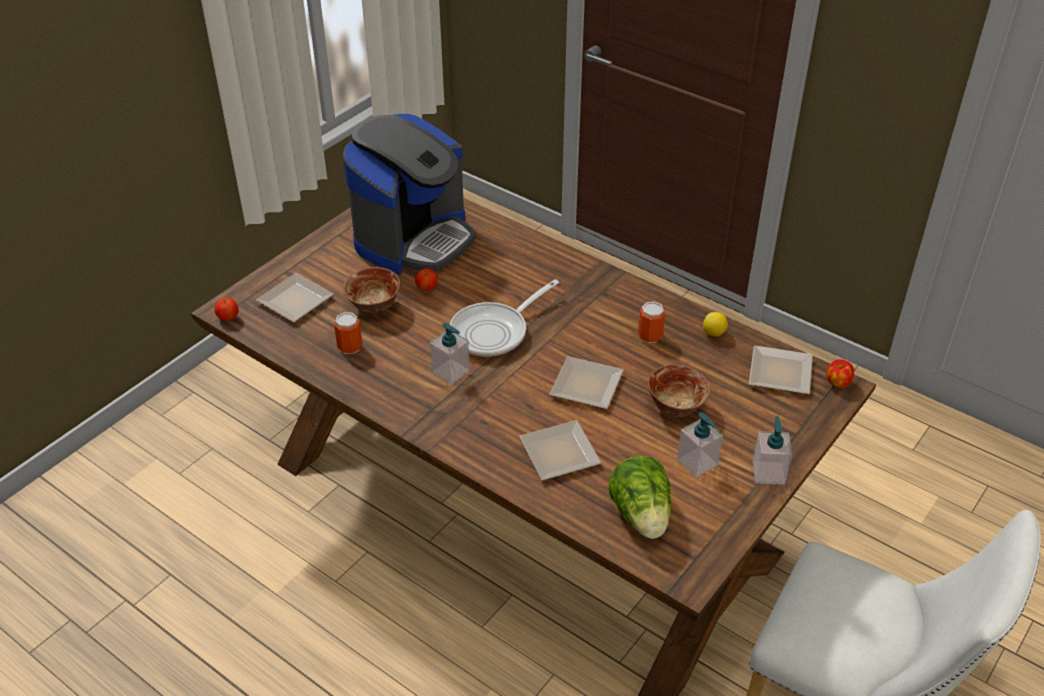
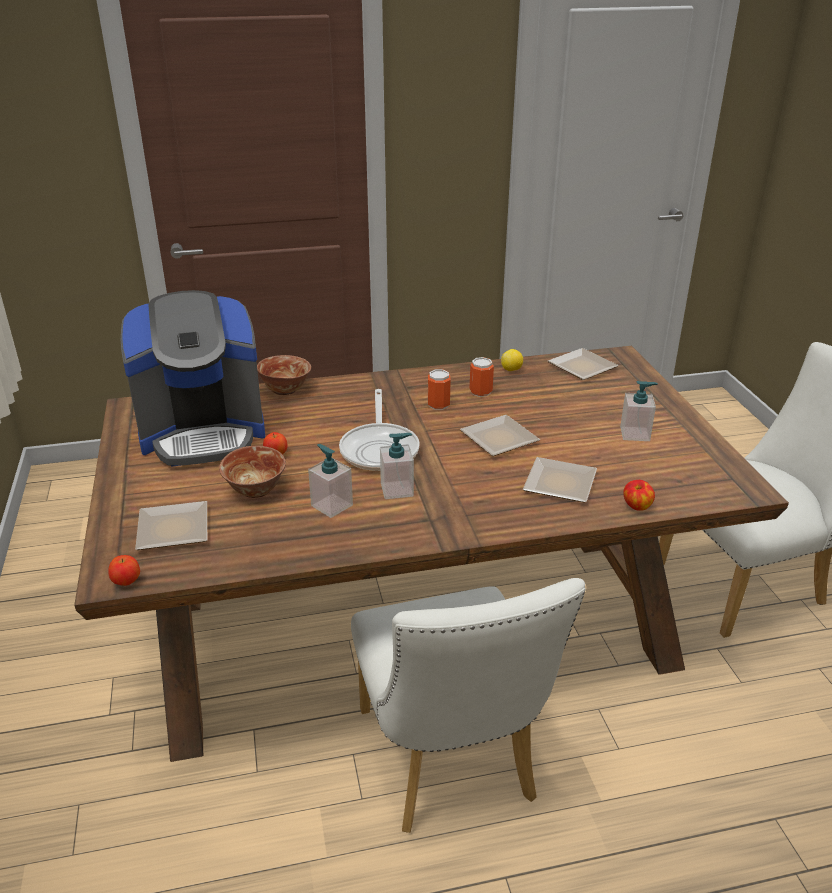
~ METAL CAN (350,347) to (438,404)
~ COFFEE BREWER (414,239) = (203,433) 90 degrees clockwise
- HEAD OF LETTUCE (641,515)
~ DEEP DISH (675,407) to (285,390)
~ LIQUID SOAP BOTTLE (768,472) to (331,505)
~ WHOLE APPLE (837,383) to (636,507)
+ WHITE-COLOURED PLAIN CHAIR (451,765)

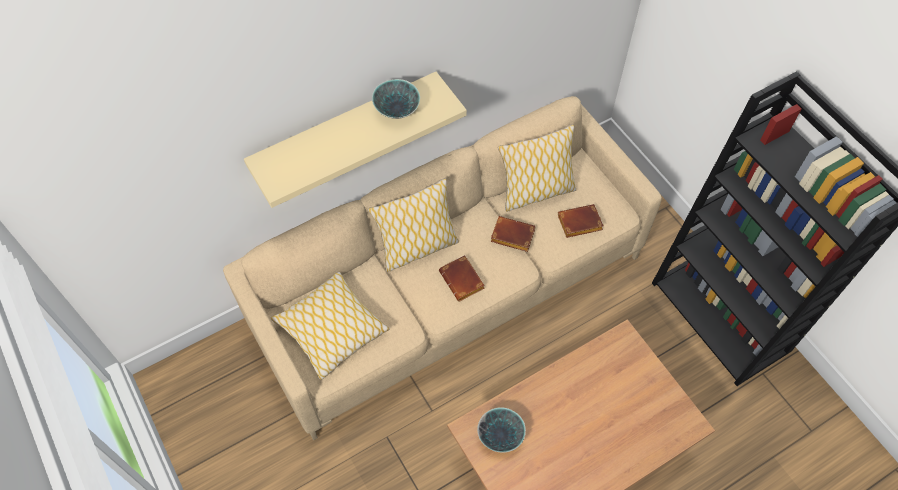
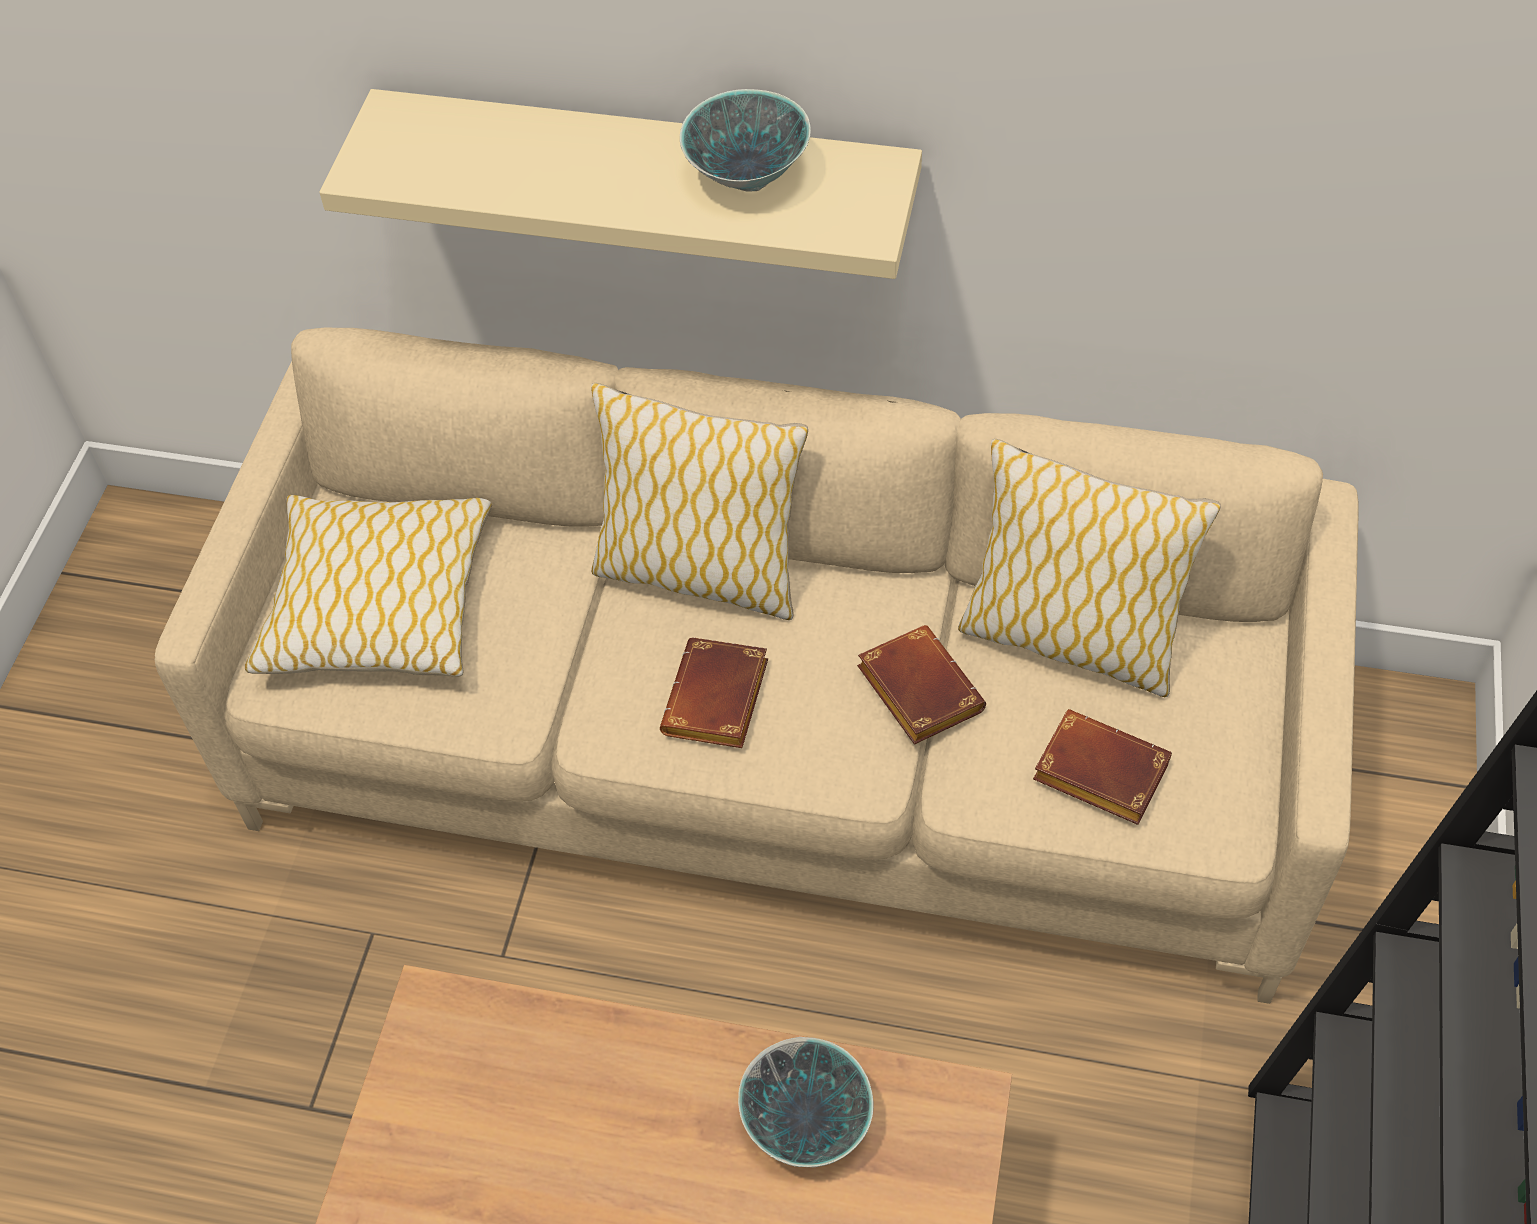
~ DEEP DISH (501,436) to (806,1122)

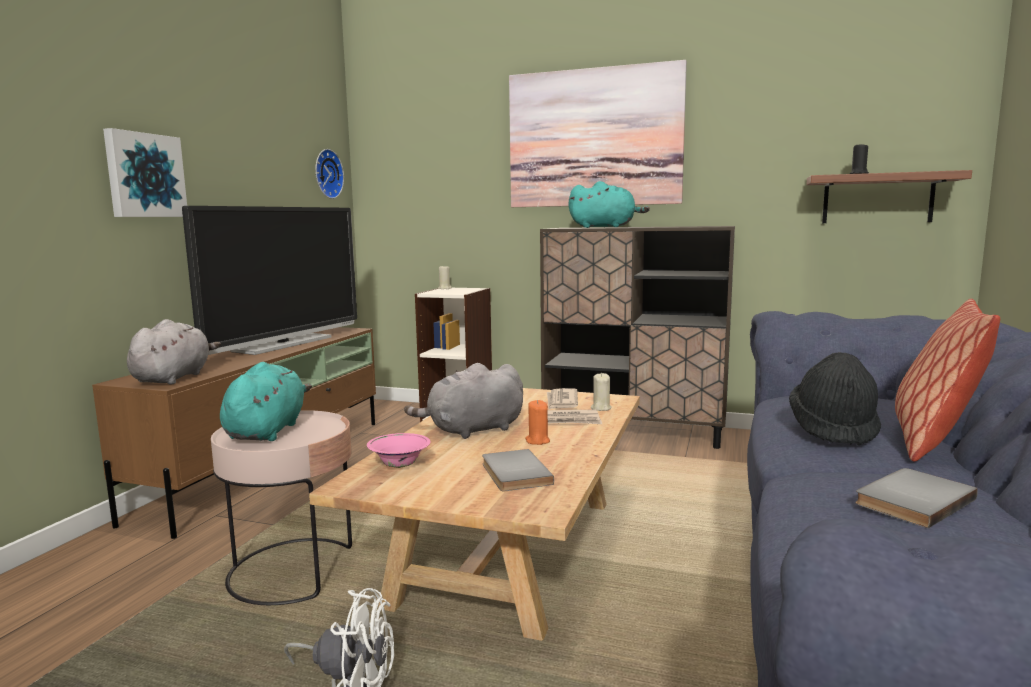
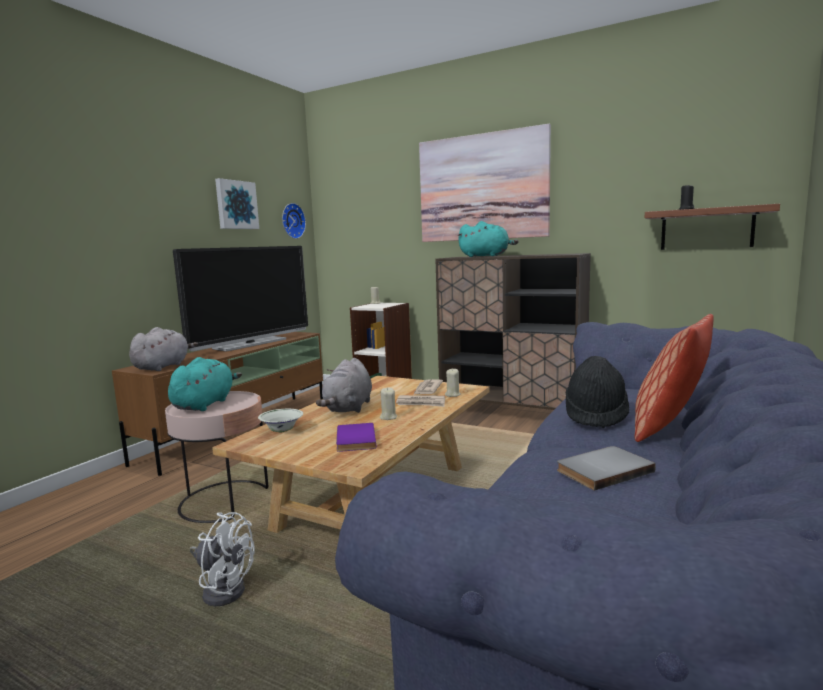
~ WALL PICTURE (144,175) to (236,205)
~ PINK DEEP DISH (399,466) to WHITE-COLOURED DEEP DISH (282,431)
~ GRAY SOFT TOY (472,430) = (348,408) 60 degrees counterclockwise
~ GRAY BOUND BOOK (513,473) to PURPLE-COLOURED BOUND BOOK (354,439)
~ ORANGE-COLOURED CANDLE (537,441) to BEIGE CANDLE (388,417)

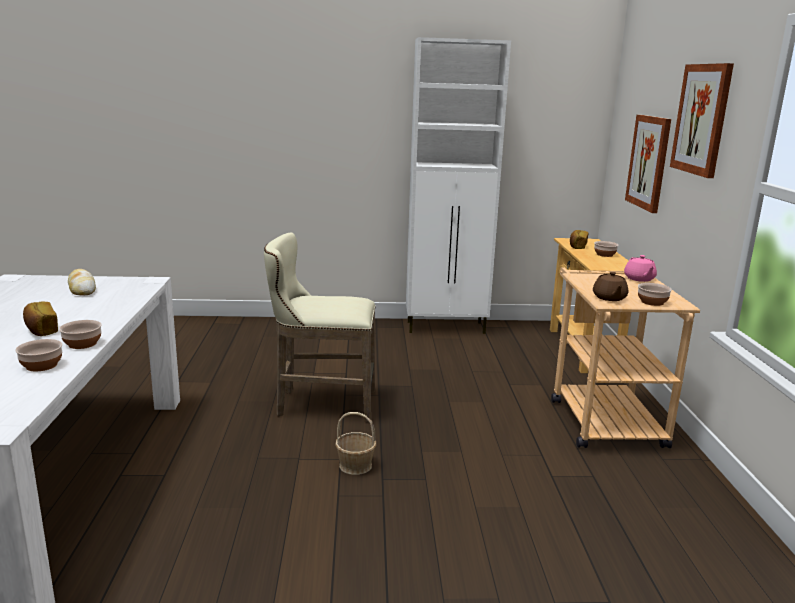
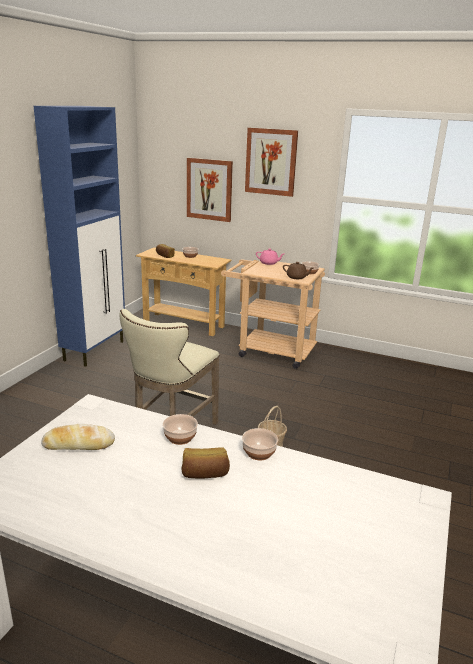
~ DEEP DISH (41,365) to (179,438)
~ WHITE-COLOURED CABINET (447,327) to BLUISH CABINET (95,350)

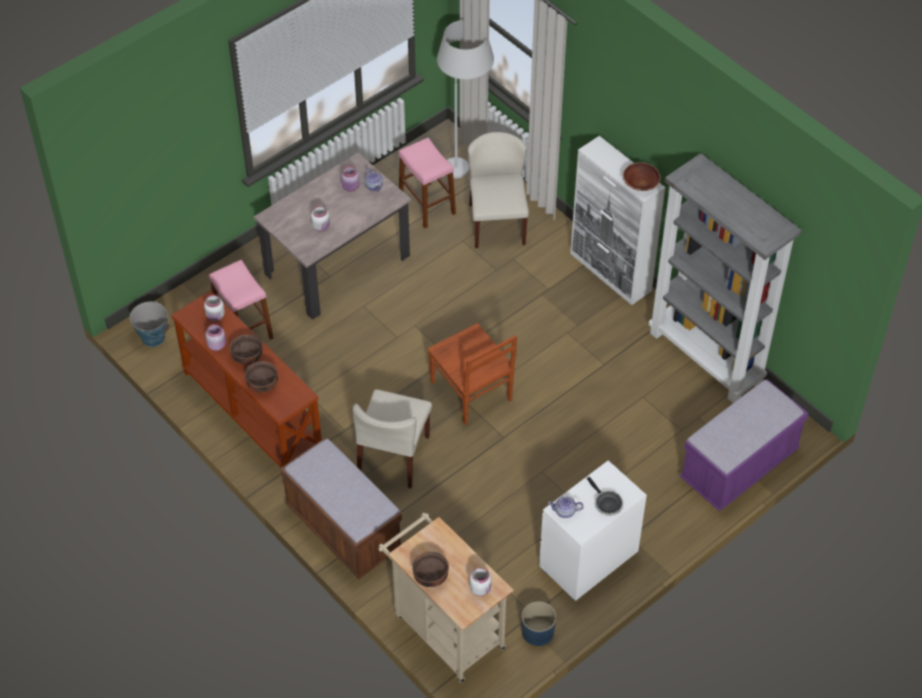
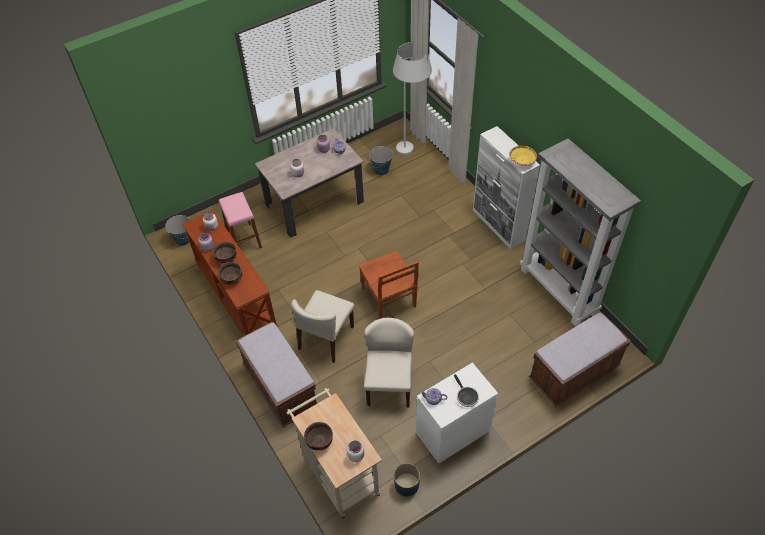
~ PINK STOOL SEAT (427,205) to WATER BUCKET (381,170)
~ BEIGE PLAIN CHAIR (497,224) to (389,384)
~ BROWN DEEP DISH (640,184) to YELLOWISH DEEP DISH (522,161)
~ PURPLE-COLOURED INDOOR BENCH (738,466) to BROWN INDOOR BENCH (574,373)

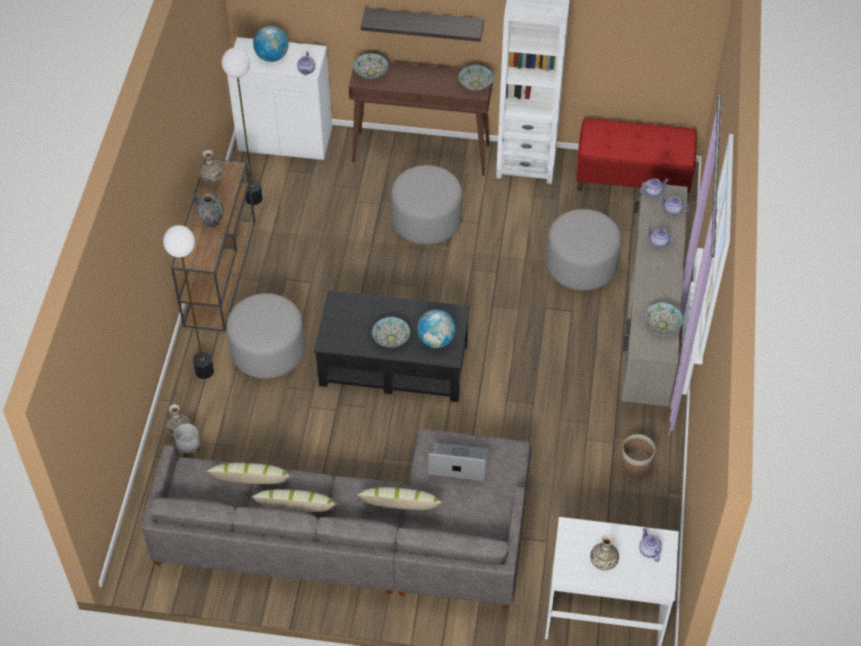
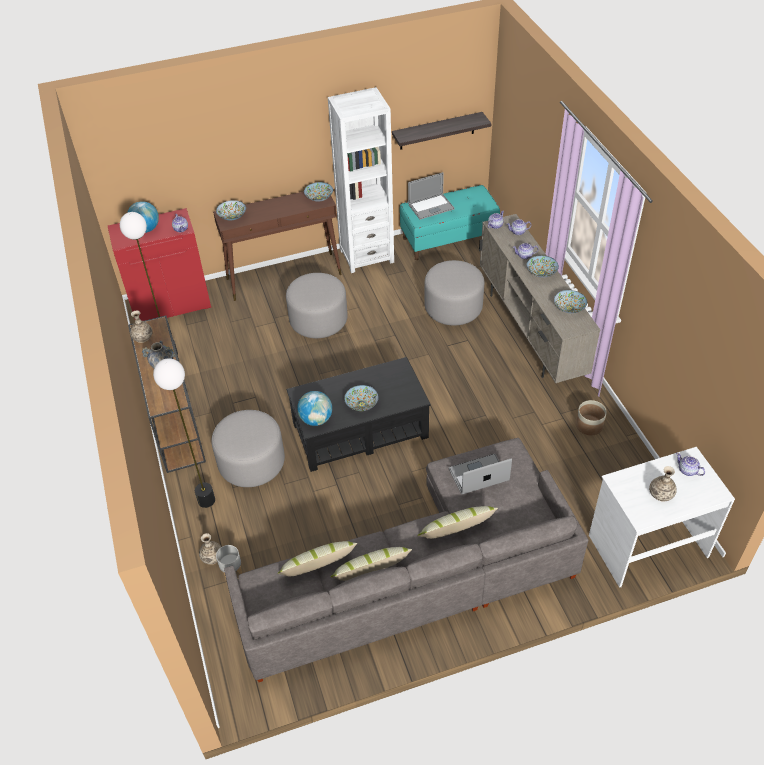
~ WHITE-COLOURED CABINET (286,139) to RED-COLOURED CABINET (171,304)
~ BRACKET SHELF (424,23) to (437,131)
~ GLOBE (436,340) to (316,419)
~ RED-COLOURED INDOOR BENCH (632,178) to TURQUOISE-COLOURED INDOOR BENCH (448,239)
+ PORTABLE COMPUTER (431,207)
+ DEEP DISH (541,273)

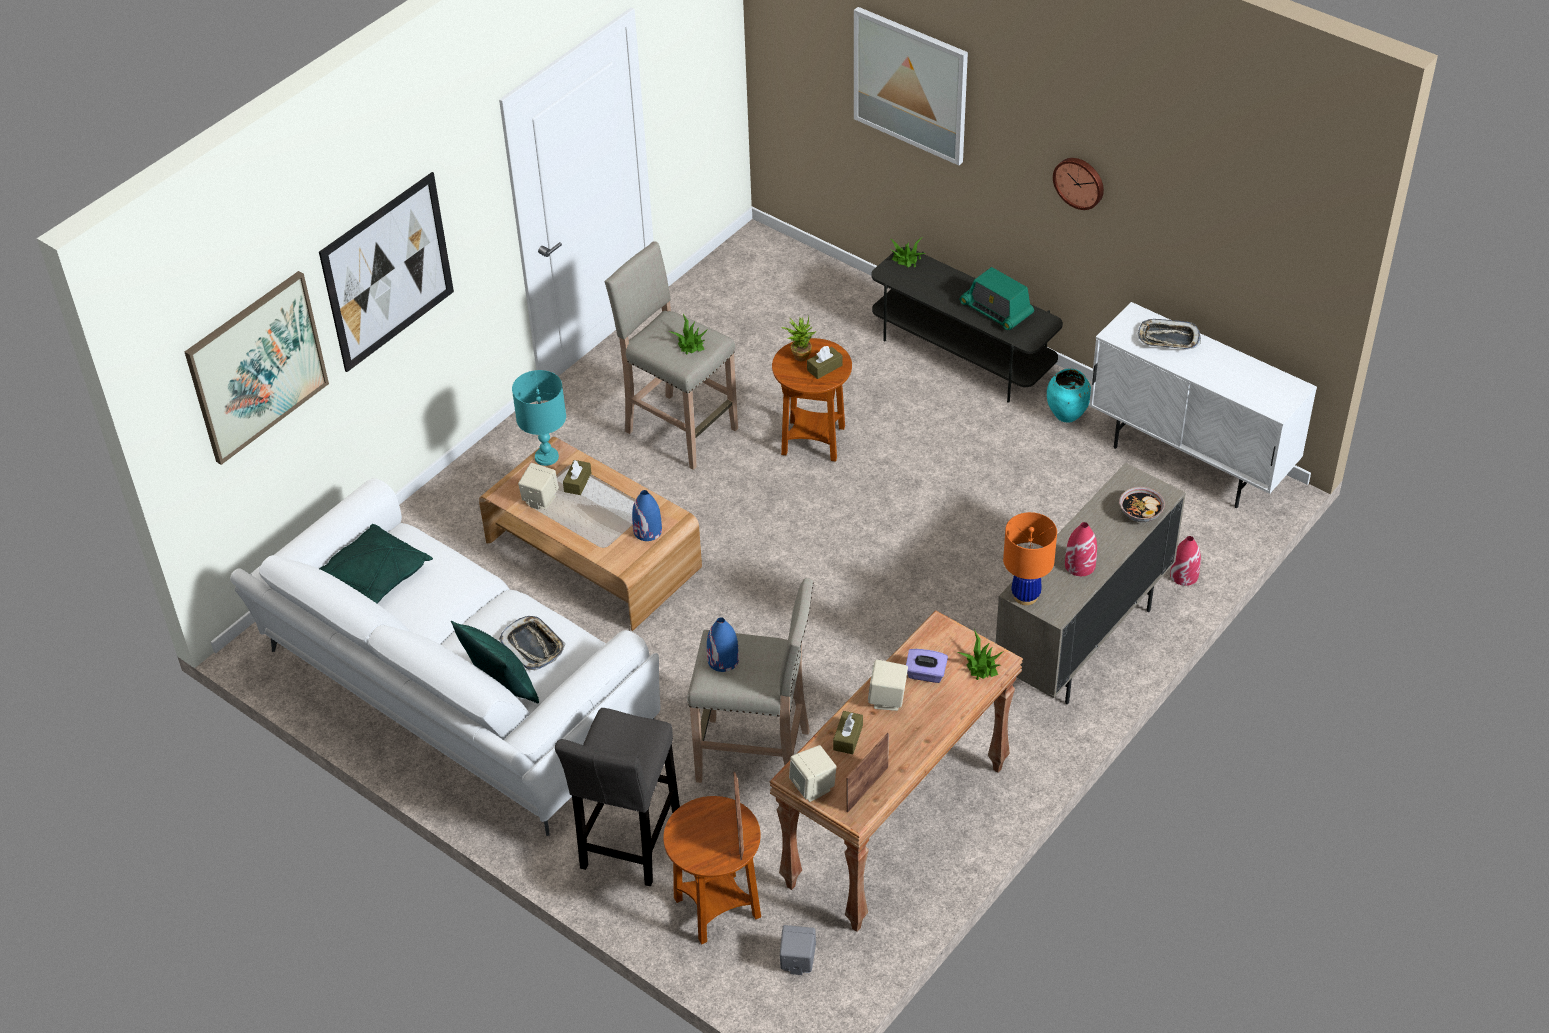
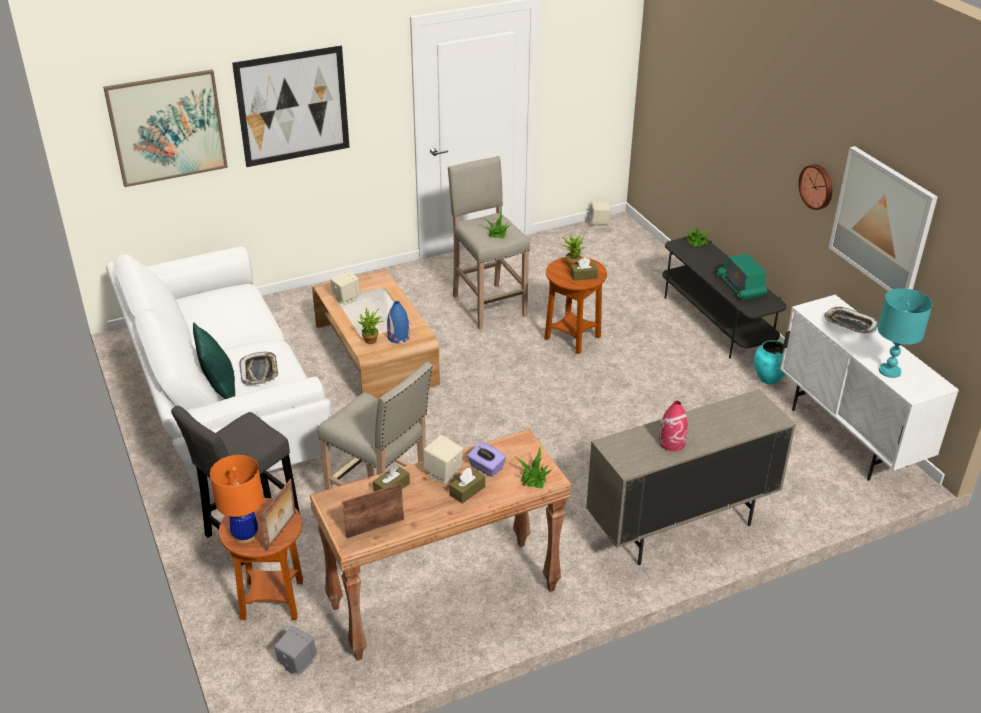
- GREEN-COLOURED CUSHION (376,575)
~ TURQUOISE-COLOURED TABLE LAMP (546,456) to (889,371)
~ BROWN BOX OF TISSUES (577,482) to (467,491)
- BLUISH FLOWER VASE (723,660)
~ BEIGE LOUDSPEAKER (813,787) to (599,224)
~ WALL PICTURE (910,85) to (881,223)
~ ORANGE-COLOURED TABLE LAMP (1026,596) to (245,535)
- DEEP DISH (1140,513)
- RED-COLOURED FLOWER VASE (1184,575)
+ HOUSEPLANT (371,342)

